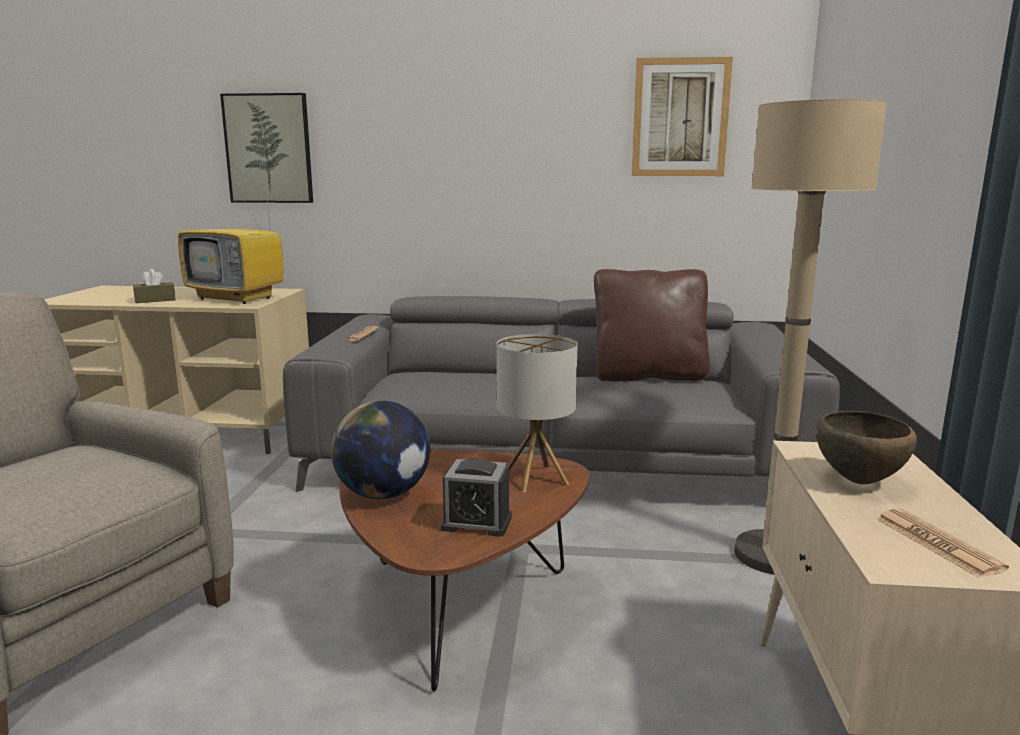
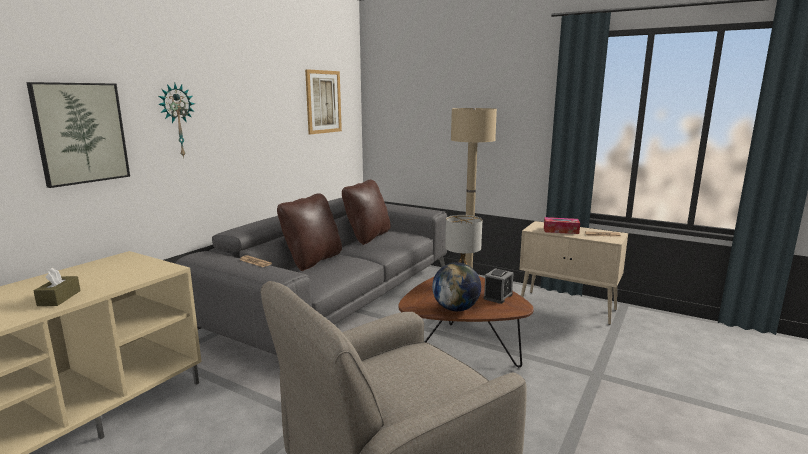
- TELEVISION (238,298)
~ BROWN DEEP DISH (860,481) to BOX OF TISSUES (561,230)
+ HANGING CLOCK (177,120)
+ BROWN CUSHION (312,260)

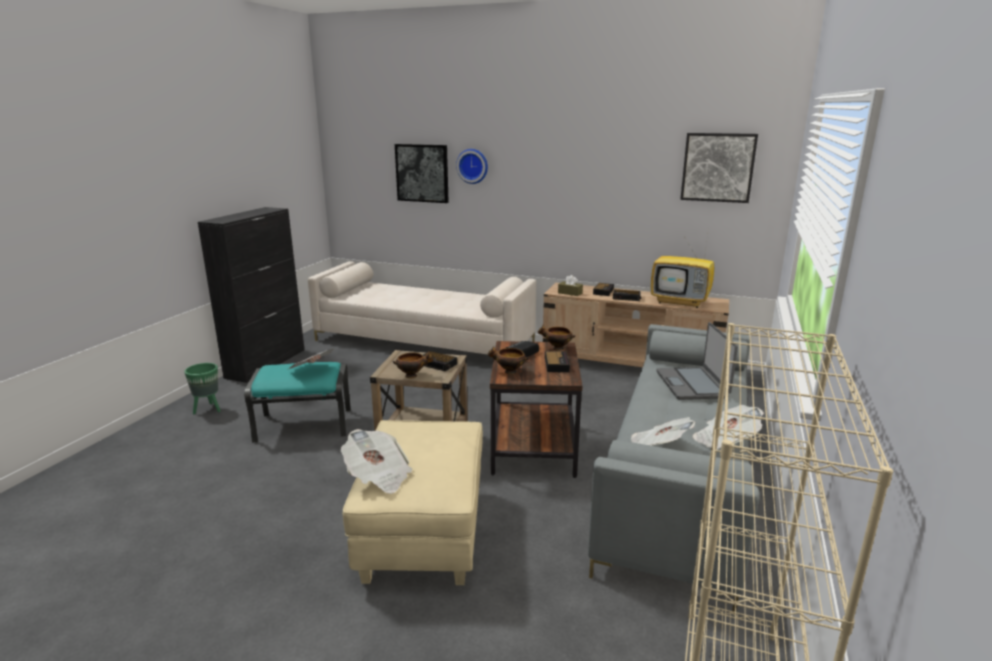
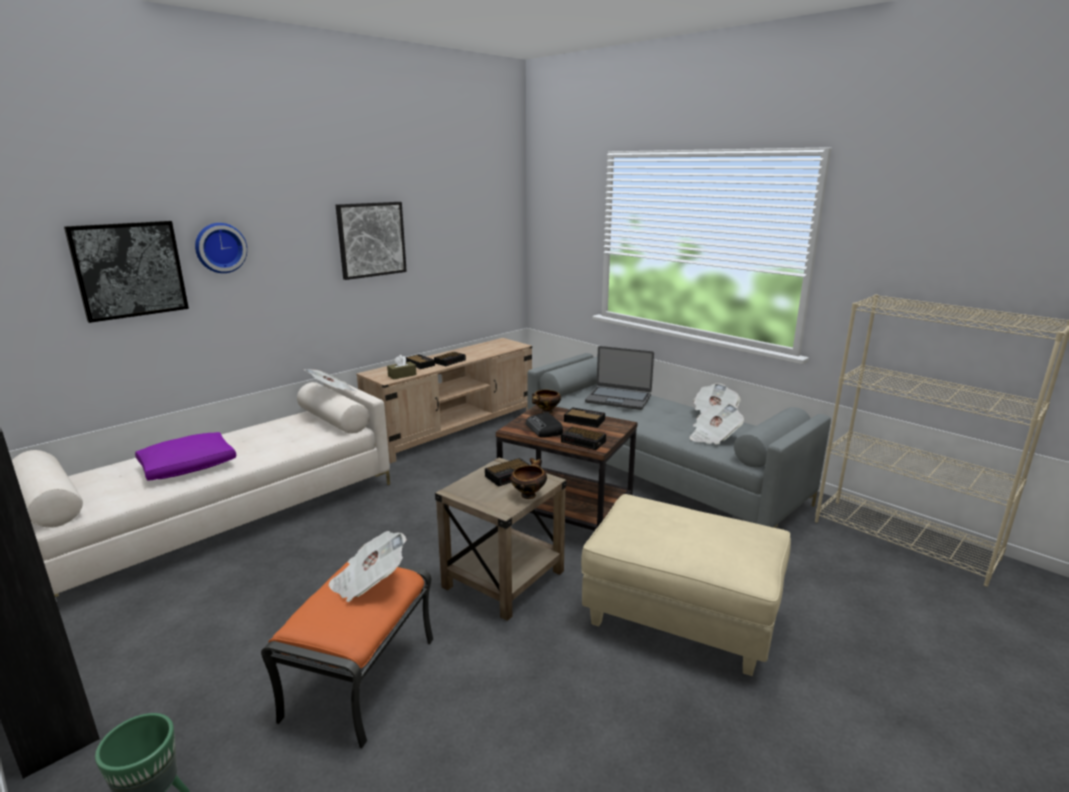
~ TURQUOISE-COLOURED OTTOMAN (304,425) to ORANGE-COLOURED OTTOMAN (360,677)
~ PRINTED PAPER (378,476) to (332,392)
~ DEEP DISH (509,372) to BEDSIDE CLOCK (584,442)
- TELEVISION (681,302)
~ WALL PICTURE (718,167) to (371,239)
+ PURPLE-COLOURED CUSHION (189,466)

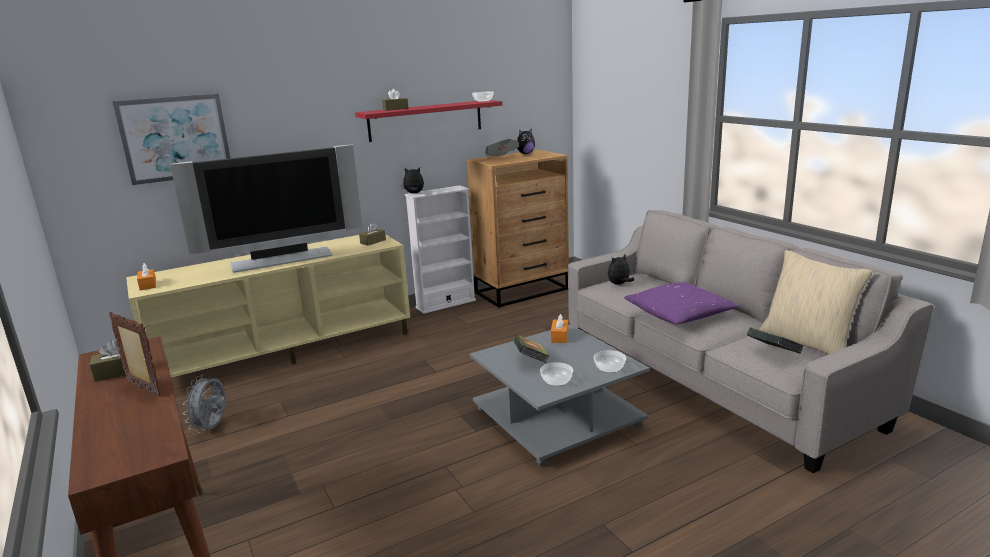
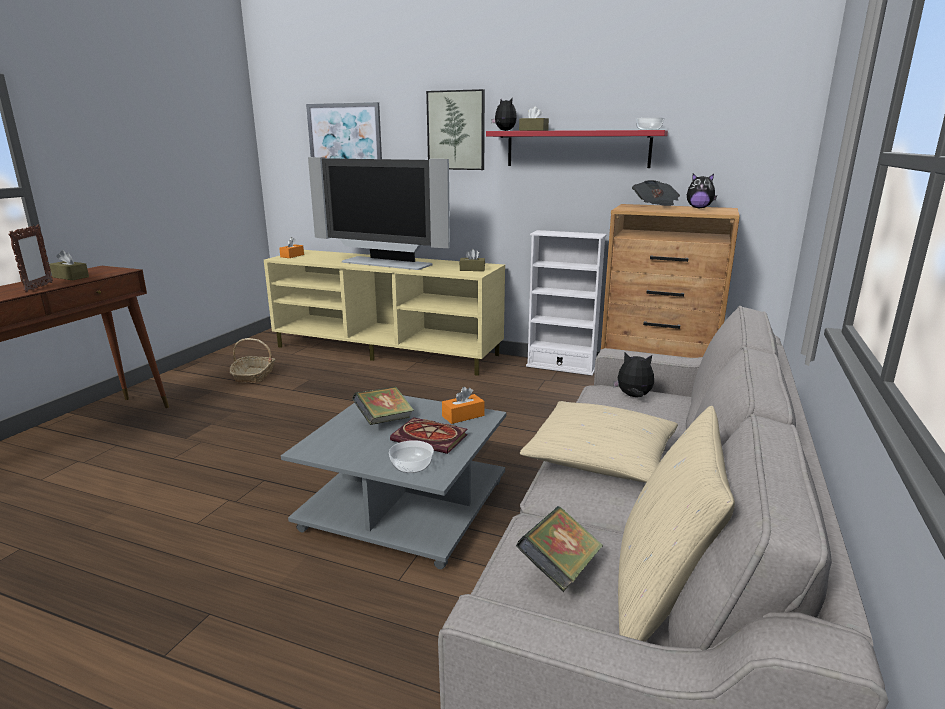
~ GRAY COOLING FAN (212,428) to BASKET (254,375)
~ SOFT TOY (414,193) to (504,130)
- DEEP DISH (556,381)
~ PURPLE-COLOURED CUSHION (679,314) to BEIGE CUSHION (601,458)
+ BOUND BOOK (431,438)
+ WALL PICTURE (456,130)

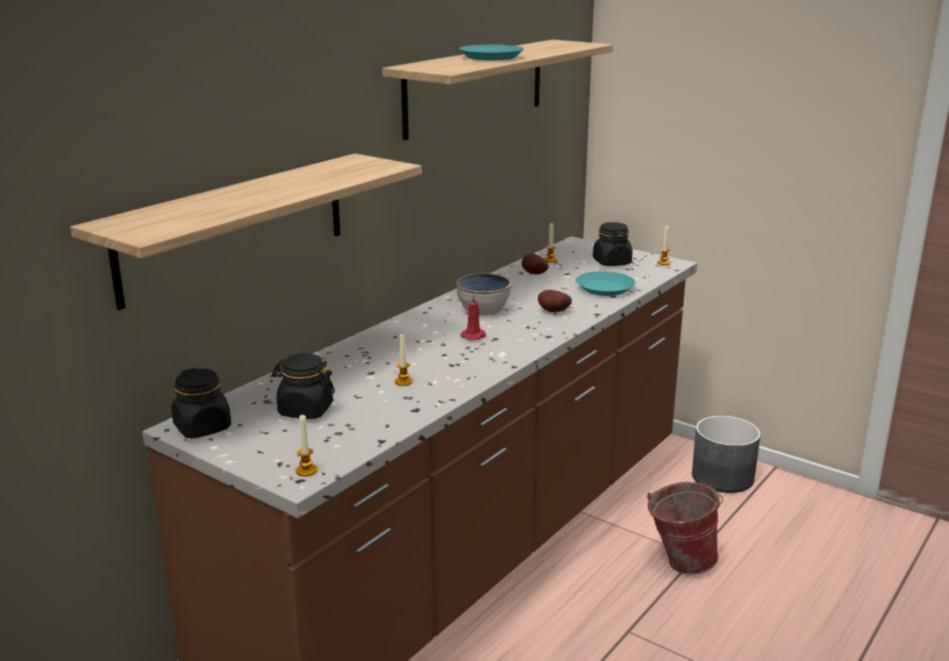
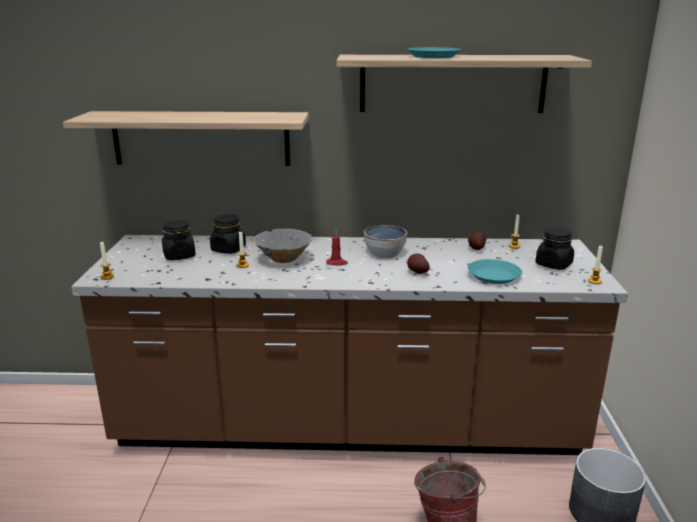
~ BLACKISH STORAGE JAR (203,428) to (228,249)
+ GRAY DEEP DISH (284,259)

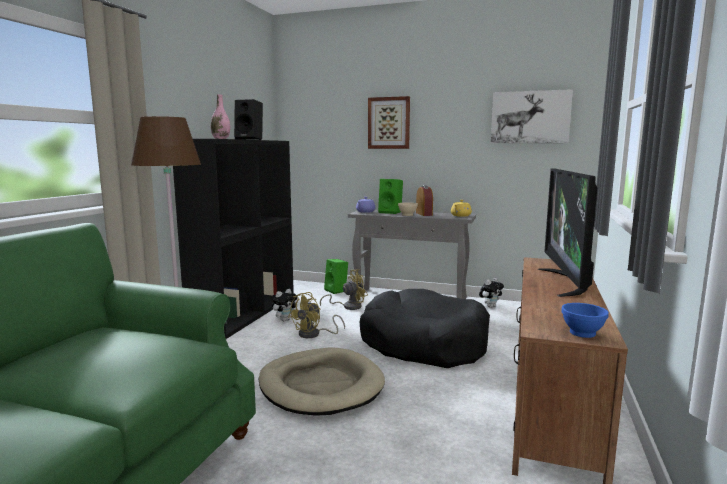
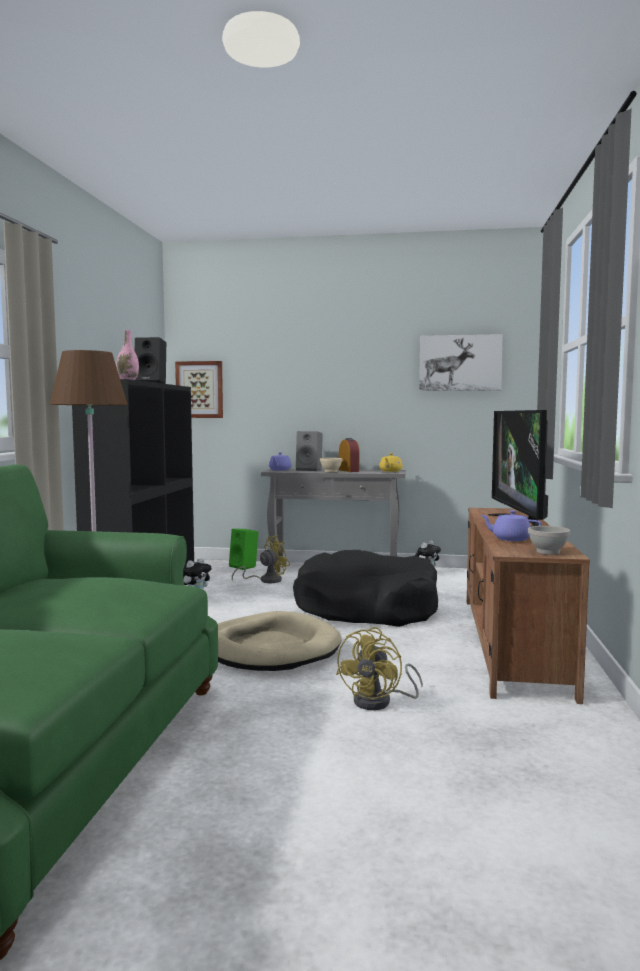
~ YELLOWISH COOLING FAN (314,334) to (380,702)
~ WALL PICTURE (389,123) to (199,389)
~ GREEN-COLOURED LOUDSPEAKER (391,212) to GRAY LOUDSPEAKER (310,470)
~ BLUISH DEEP DISH (583,333) to WHITE-COLOURED DEEP DISH (548,552)
+ PURPLE-COLOURED POT FOR TEA (510,539)

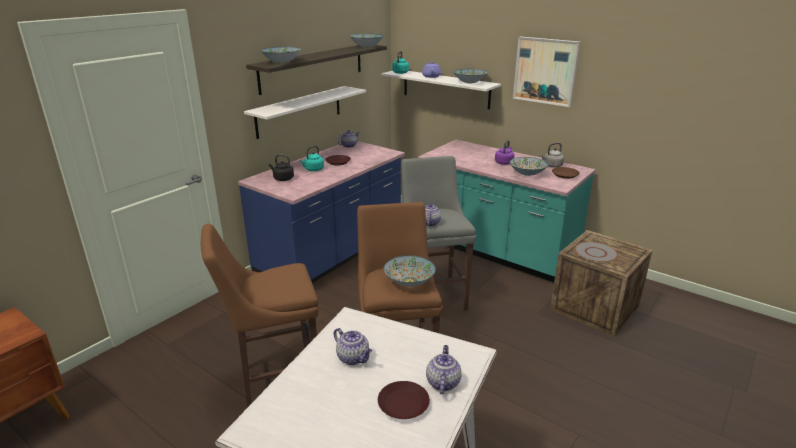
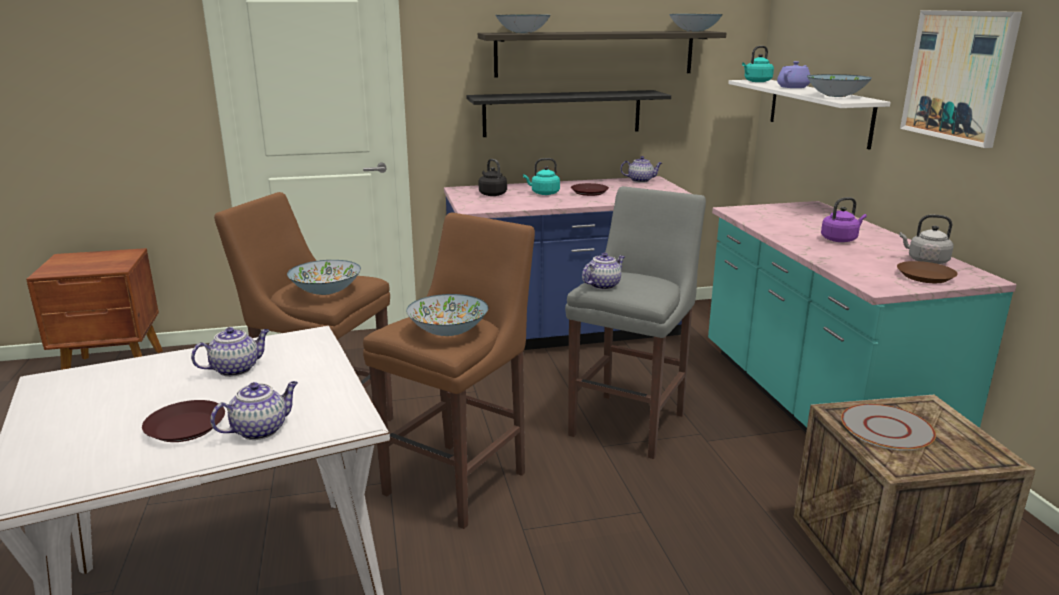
~ WHITE-COLOURED BRACKET SHELF (299,111) to BLACKISH BRACKET SHELF (562,113)
~ POT FOR TEA (354,358) = (236,369) 120 degrees counterclockwise
~ DEEP DISH (527,173) to (326,291)

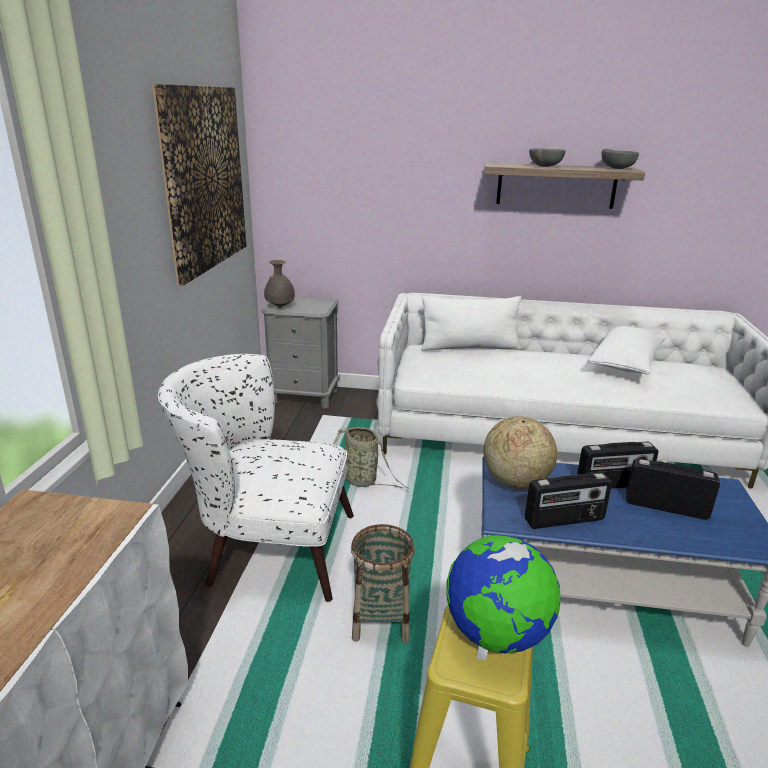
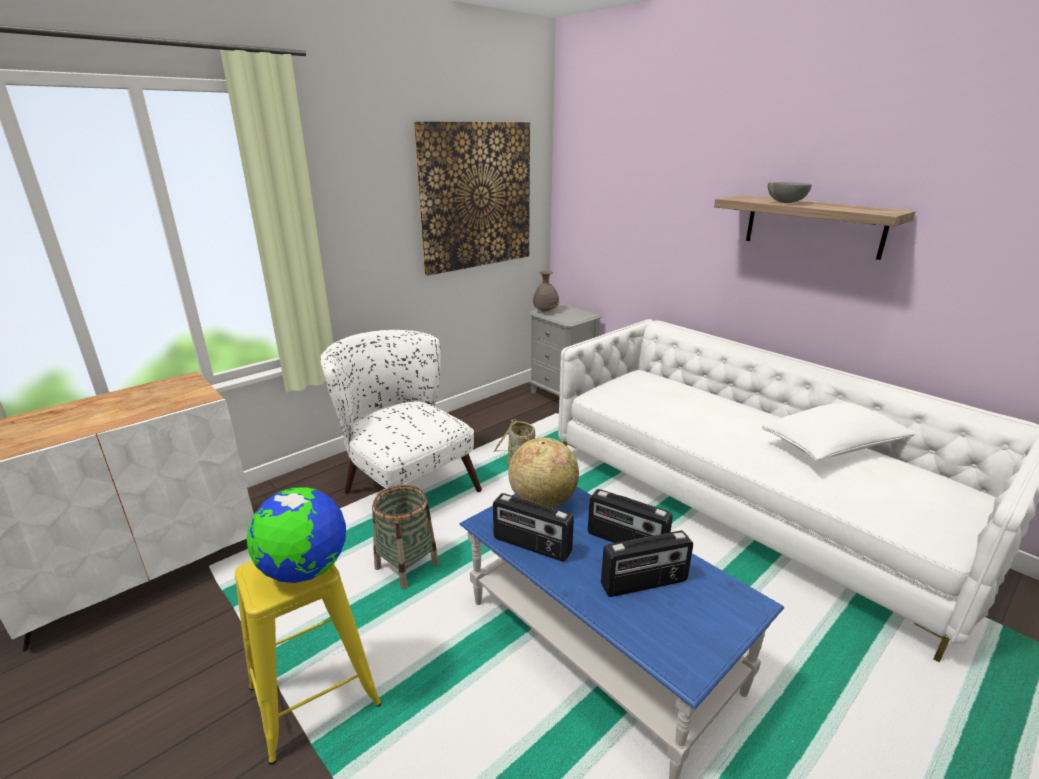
- WHITE-COLOURED CUSHION (470,347)
- GRAY DEEP DISH (617,168)
~ RADIO RECEIVER (666,507) = (644,584) 105 degrees clockwise

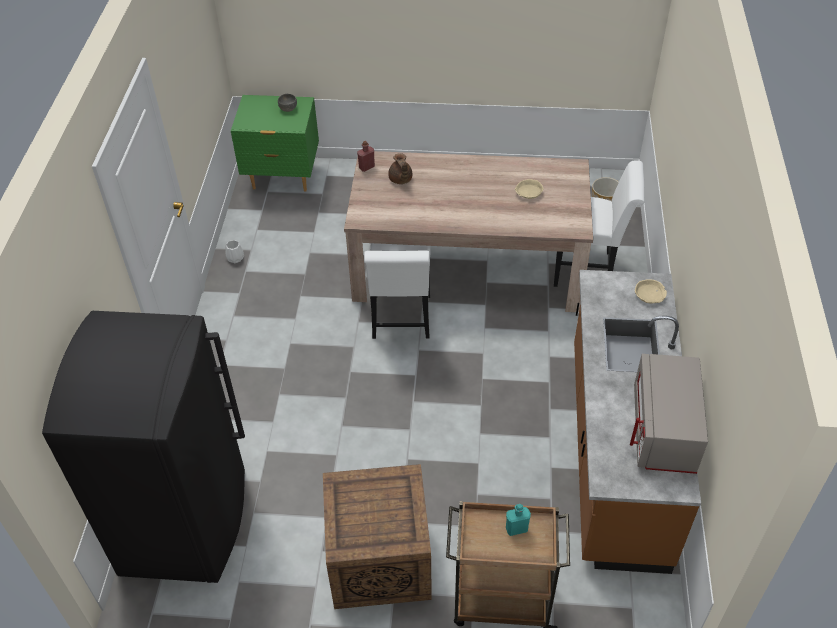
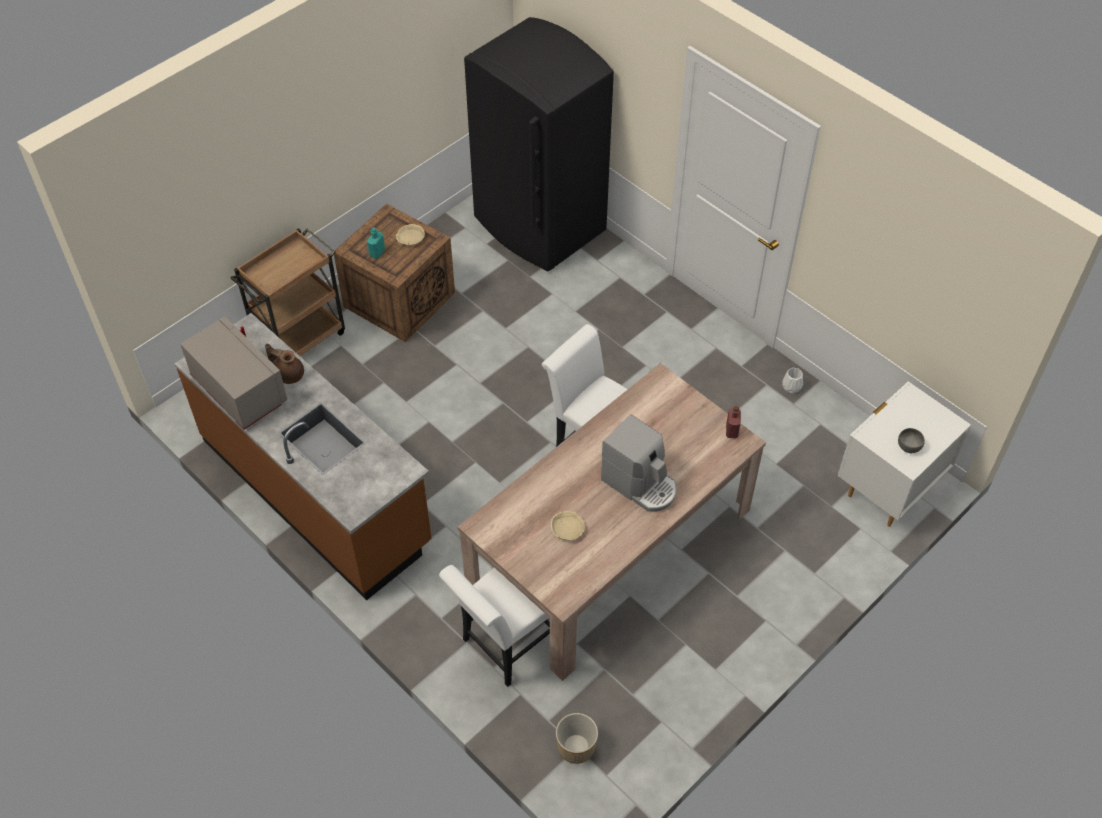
~ GREEN-COLOURED BEDSIDE TABLE (282,178) to WHITE-COLOURED BEDSIDE TABLE (888,489)
~ BROWN POT FOR TEA (400,180) to (289,374)
~ TURQUOISE-COLOURED BEVERAGE BOTTLE (516,529) to (377,253)
~ BEIGE DEEP DISH (649,295) to (410,238)
+ COFFEE BREWER (640,484)

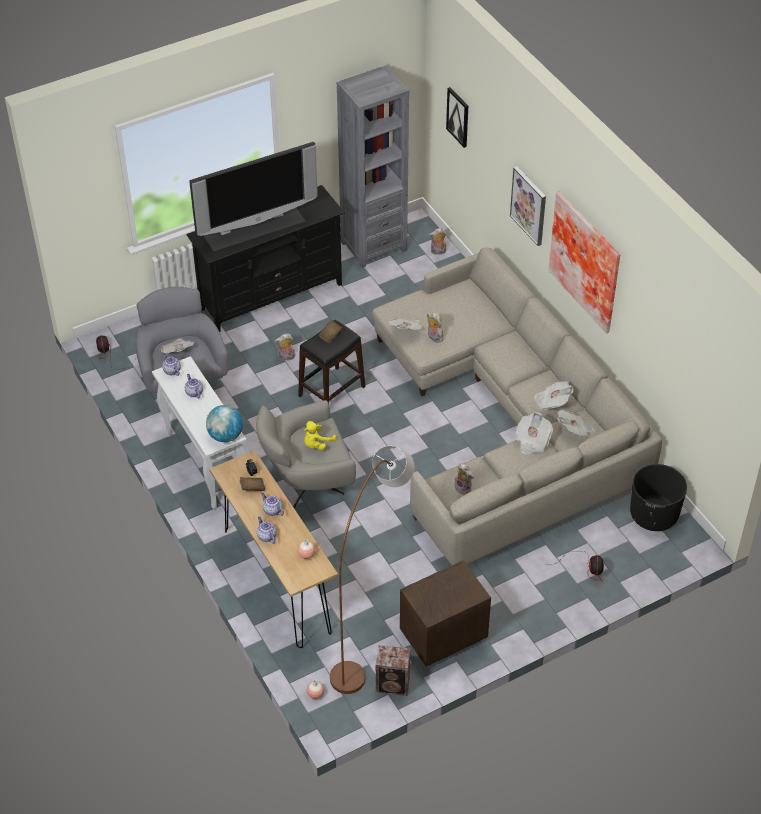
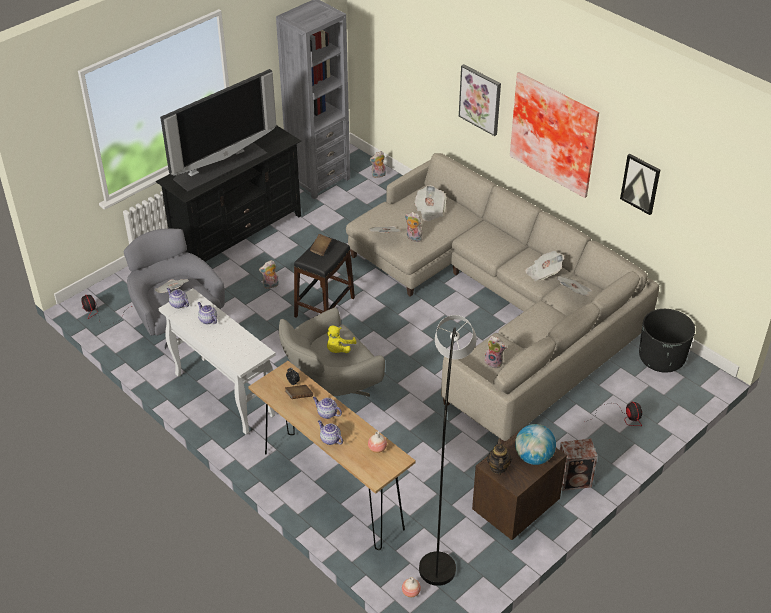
~ GLOBE (225,436) to (533,457)
~ BROWN STANDING LAMP (372,627) to GRAY STANDING LAMP (443,514)
~ LOUDSPEAKER (394,684) to (575,480)
~ WALL PICTURE (458,117) to (640,183)
~ PRINTED PAPER (532,441) to (430,211)
+ POT FOR TEA (498,467)

